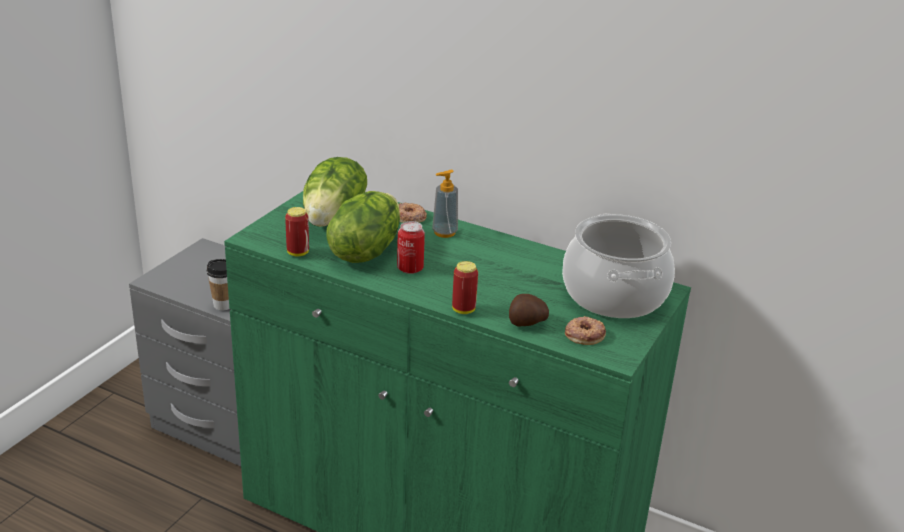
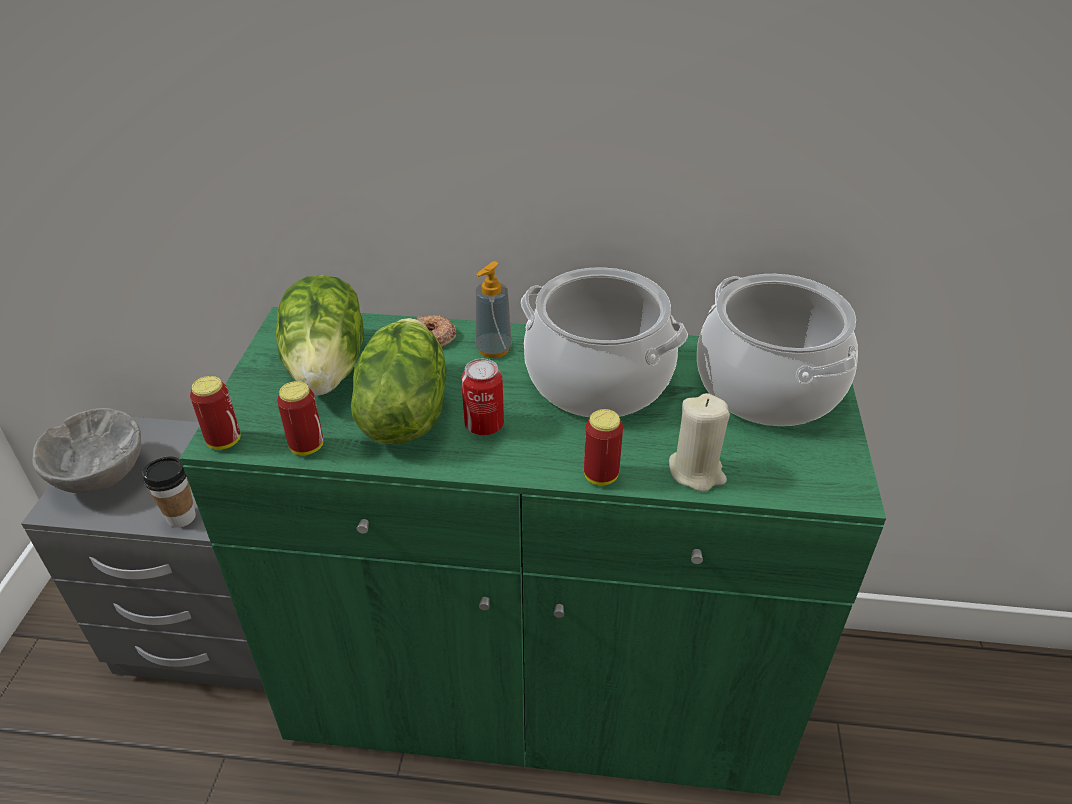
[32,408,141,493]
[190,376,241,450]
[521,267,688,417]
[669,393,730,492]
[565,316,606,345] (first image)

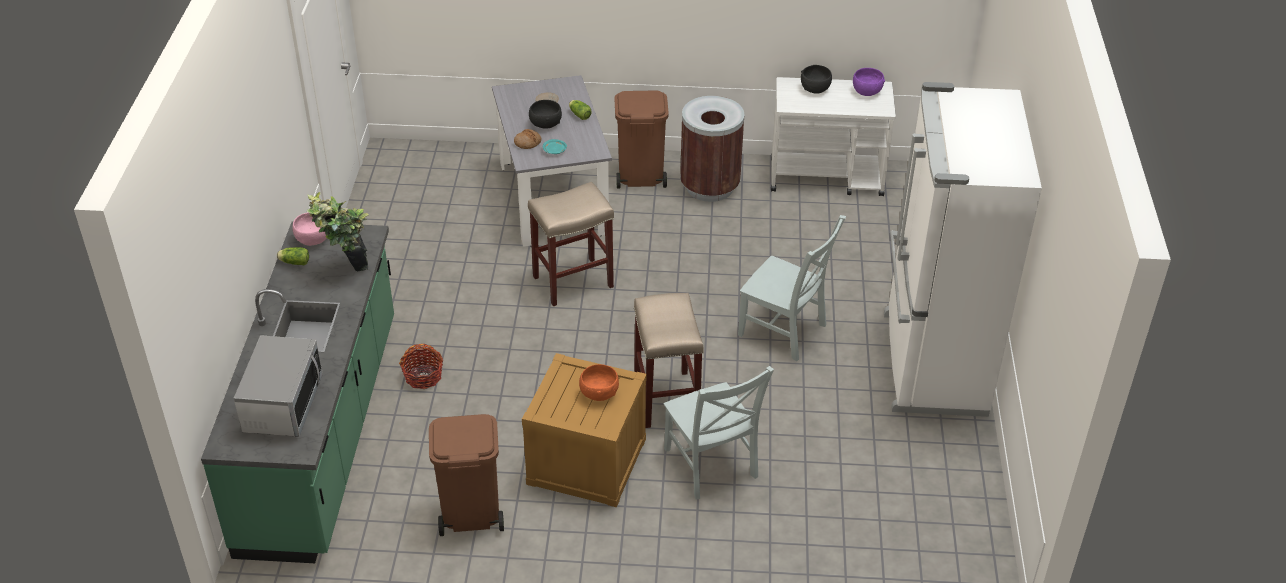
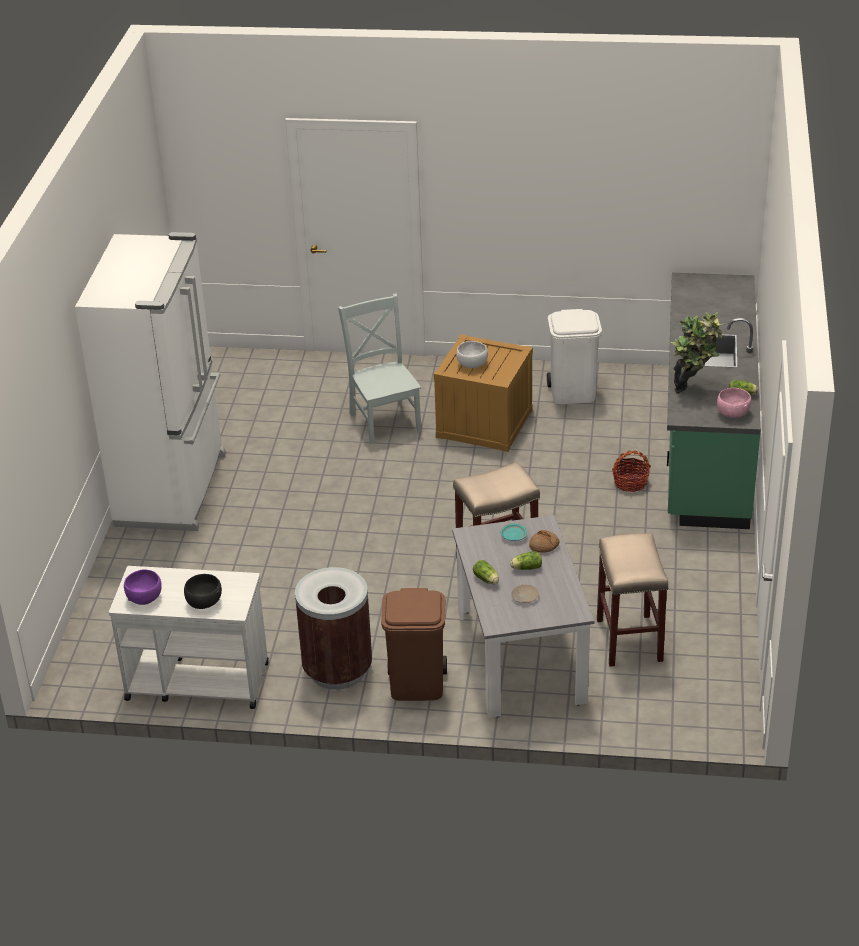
[456,341,488,368]
[510,551,542,570]
[547,309,602,404]
[597,533,668,667]
[233,335,323,437] (first image)
[738,215,846,361] (first image)

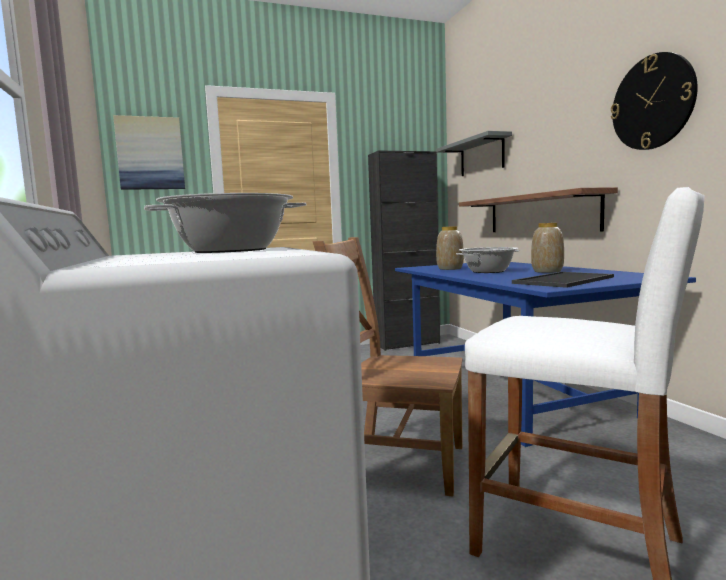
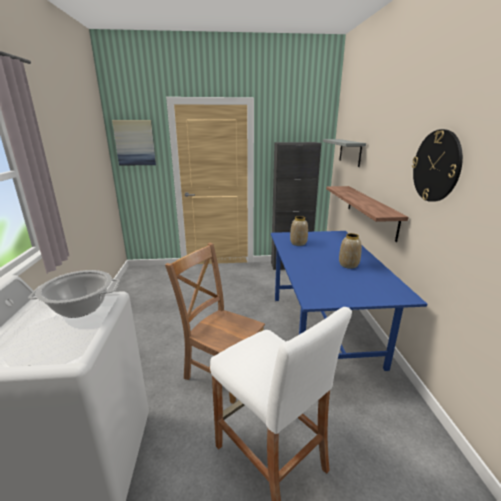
[456,247,520,273] (first image)
[512,272,614,288] (first image)

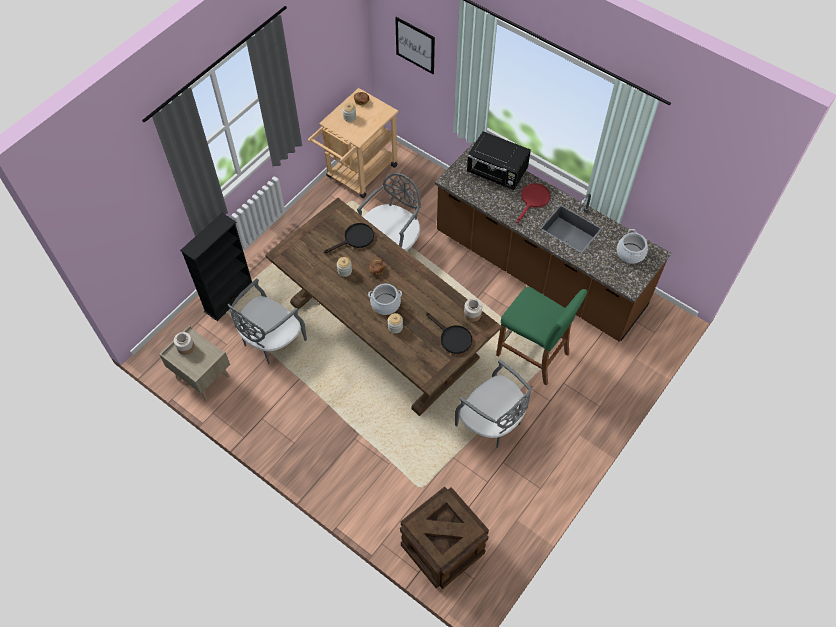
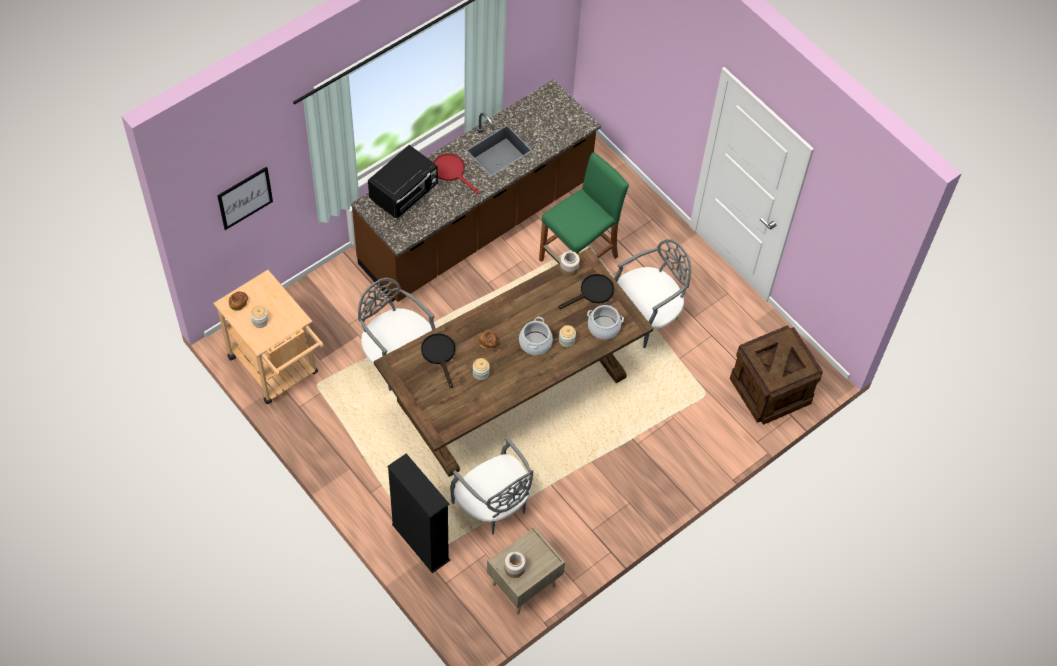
[587,305,624,340]

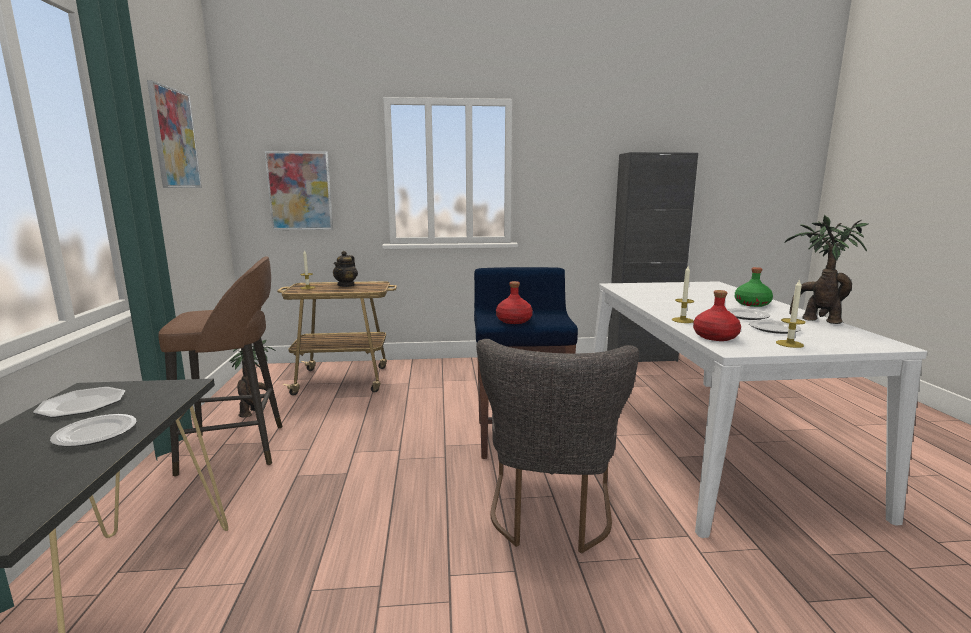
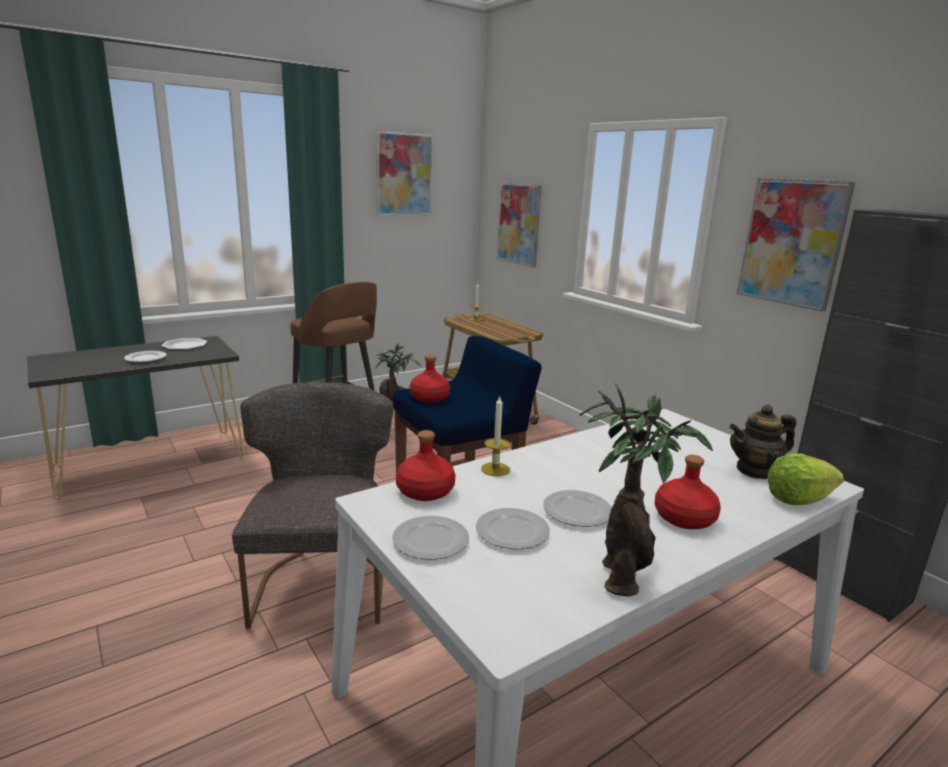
[232,382,394,628]
[392,516,469,560]
[655,455,721,529]
[729,404,796,479]
[737,178,855,312]
[768,454,844,505]

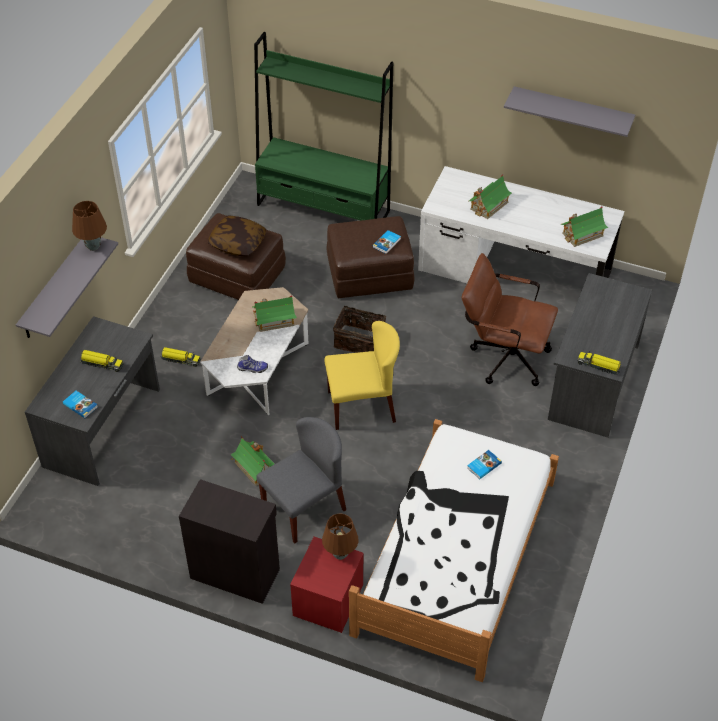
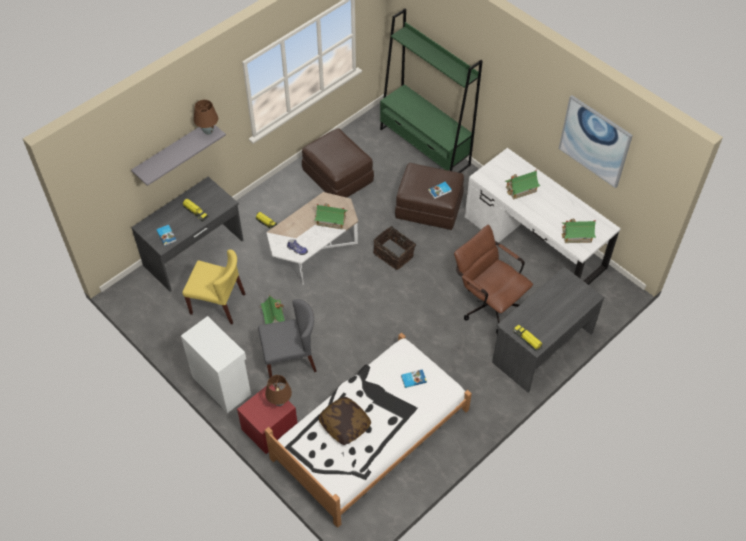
[181,316,251,413]
[182,249,245,325]
[318,397,371,445]
[559,95,633,188]

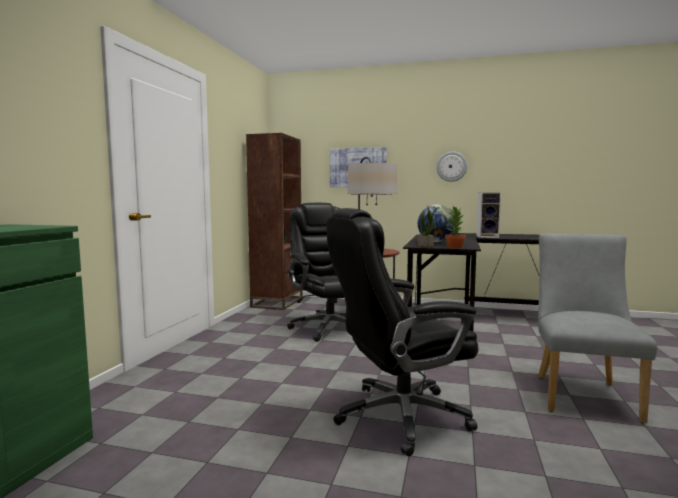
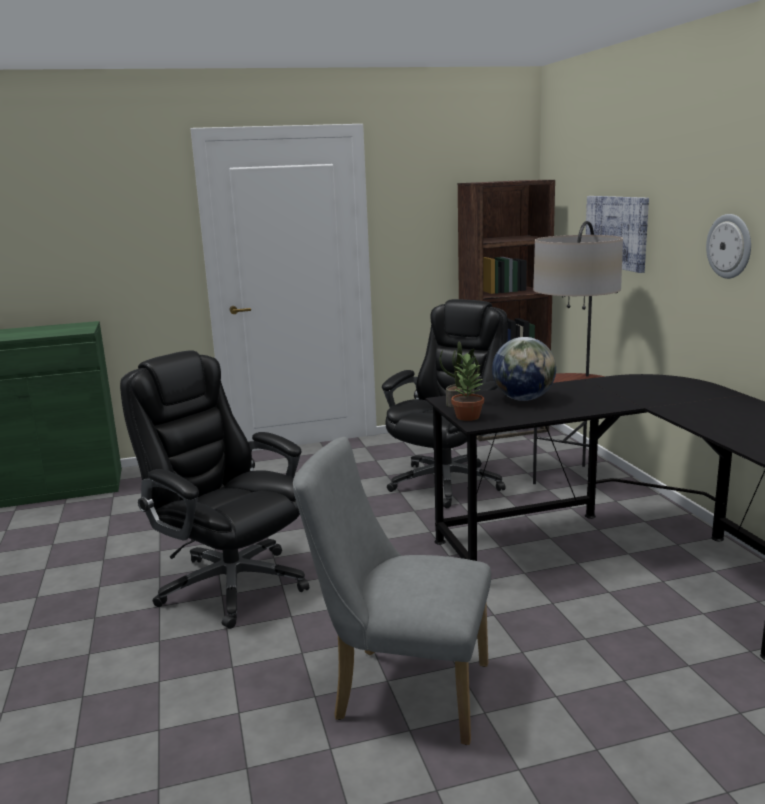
[293,437,491,745]
[476,192,501,238] (first image)

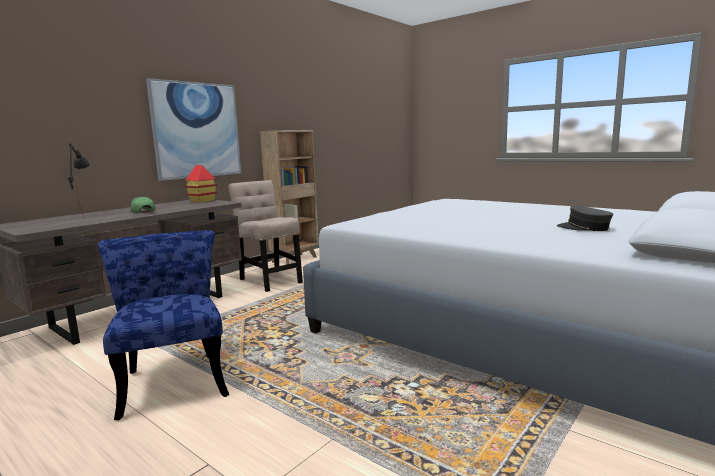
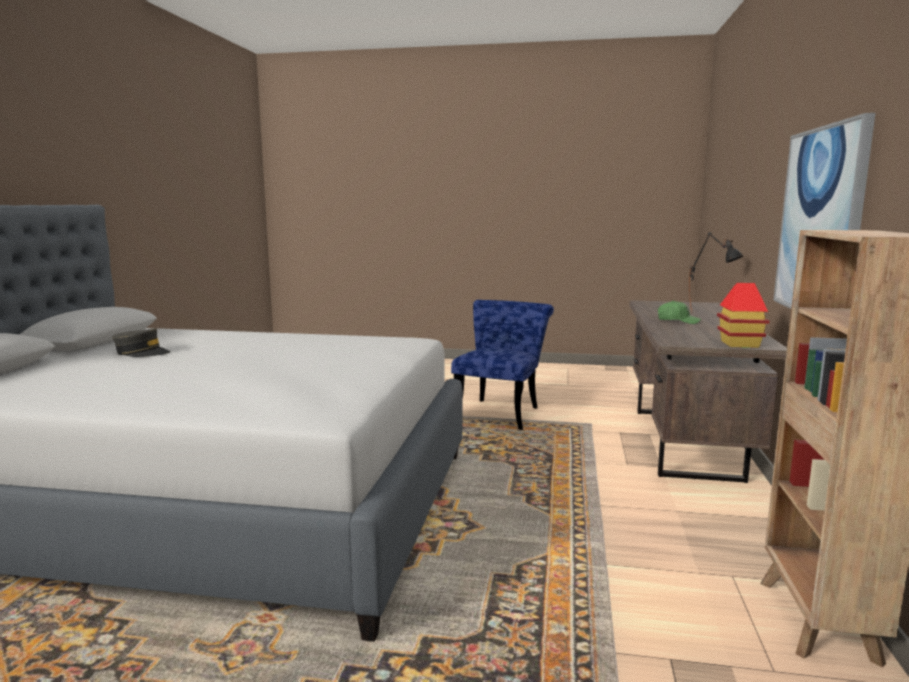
[451,300,554,430]
[229,180,303,292] (first image)

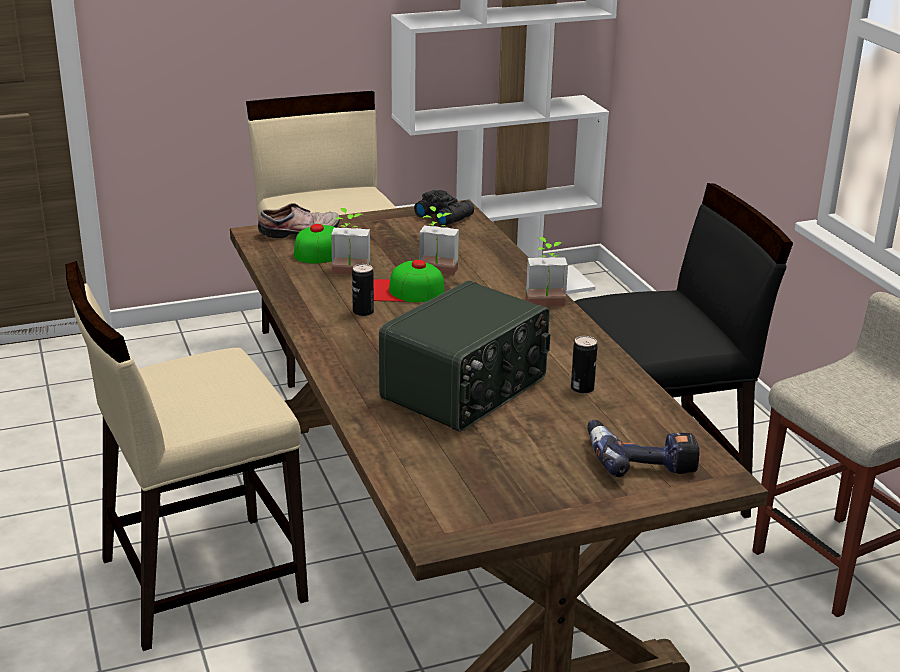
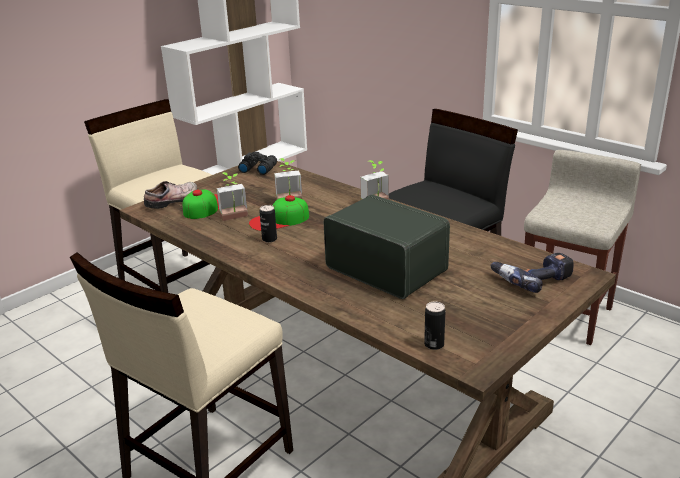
[324,195,450,299]
[424,302,446,350]

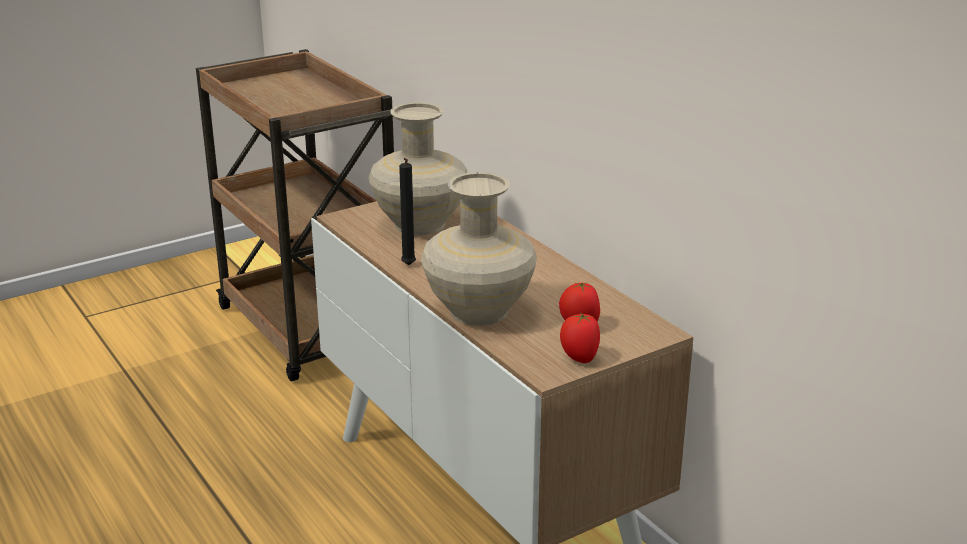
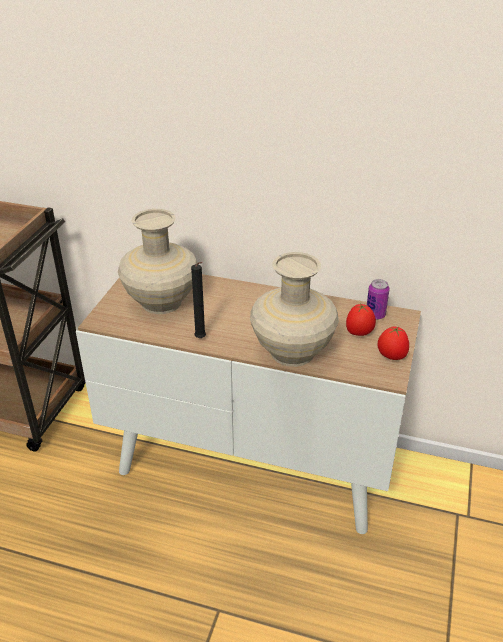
[367,279,390,320]

